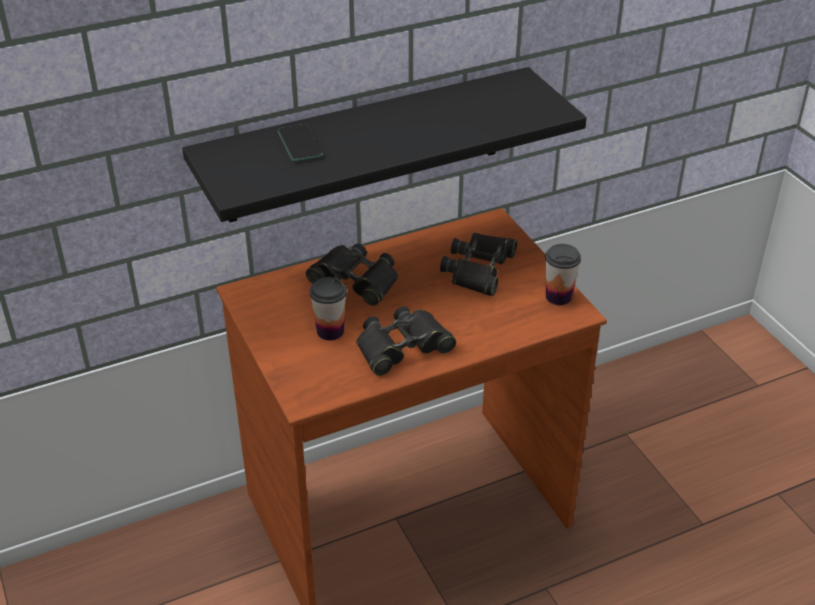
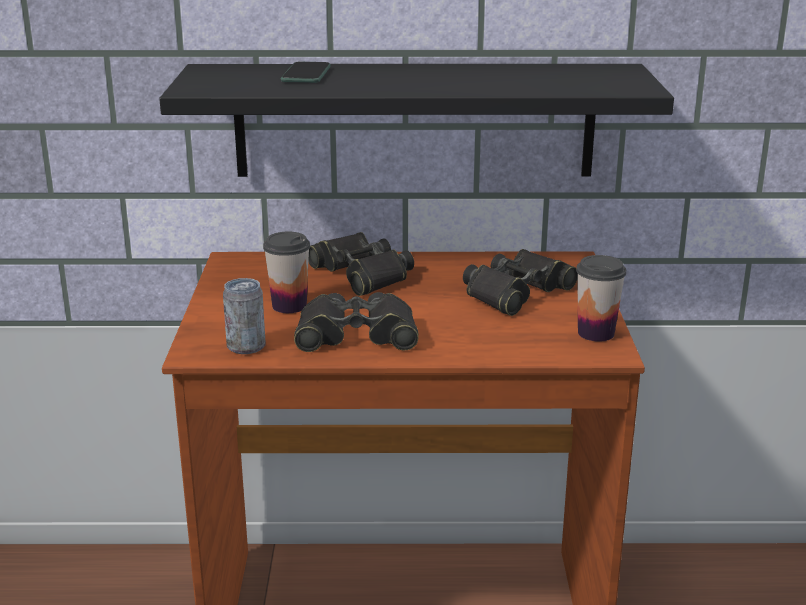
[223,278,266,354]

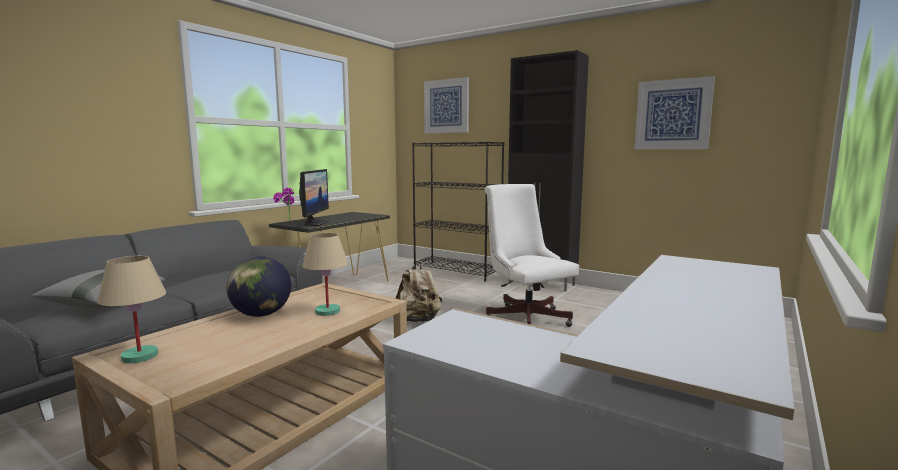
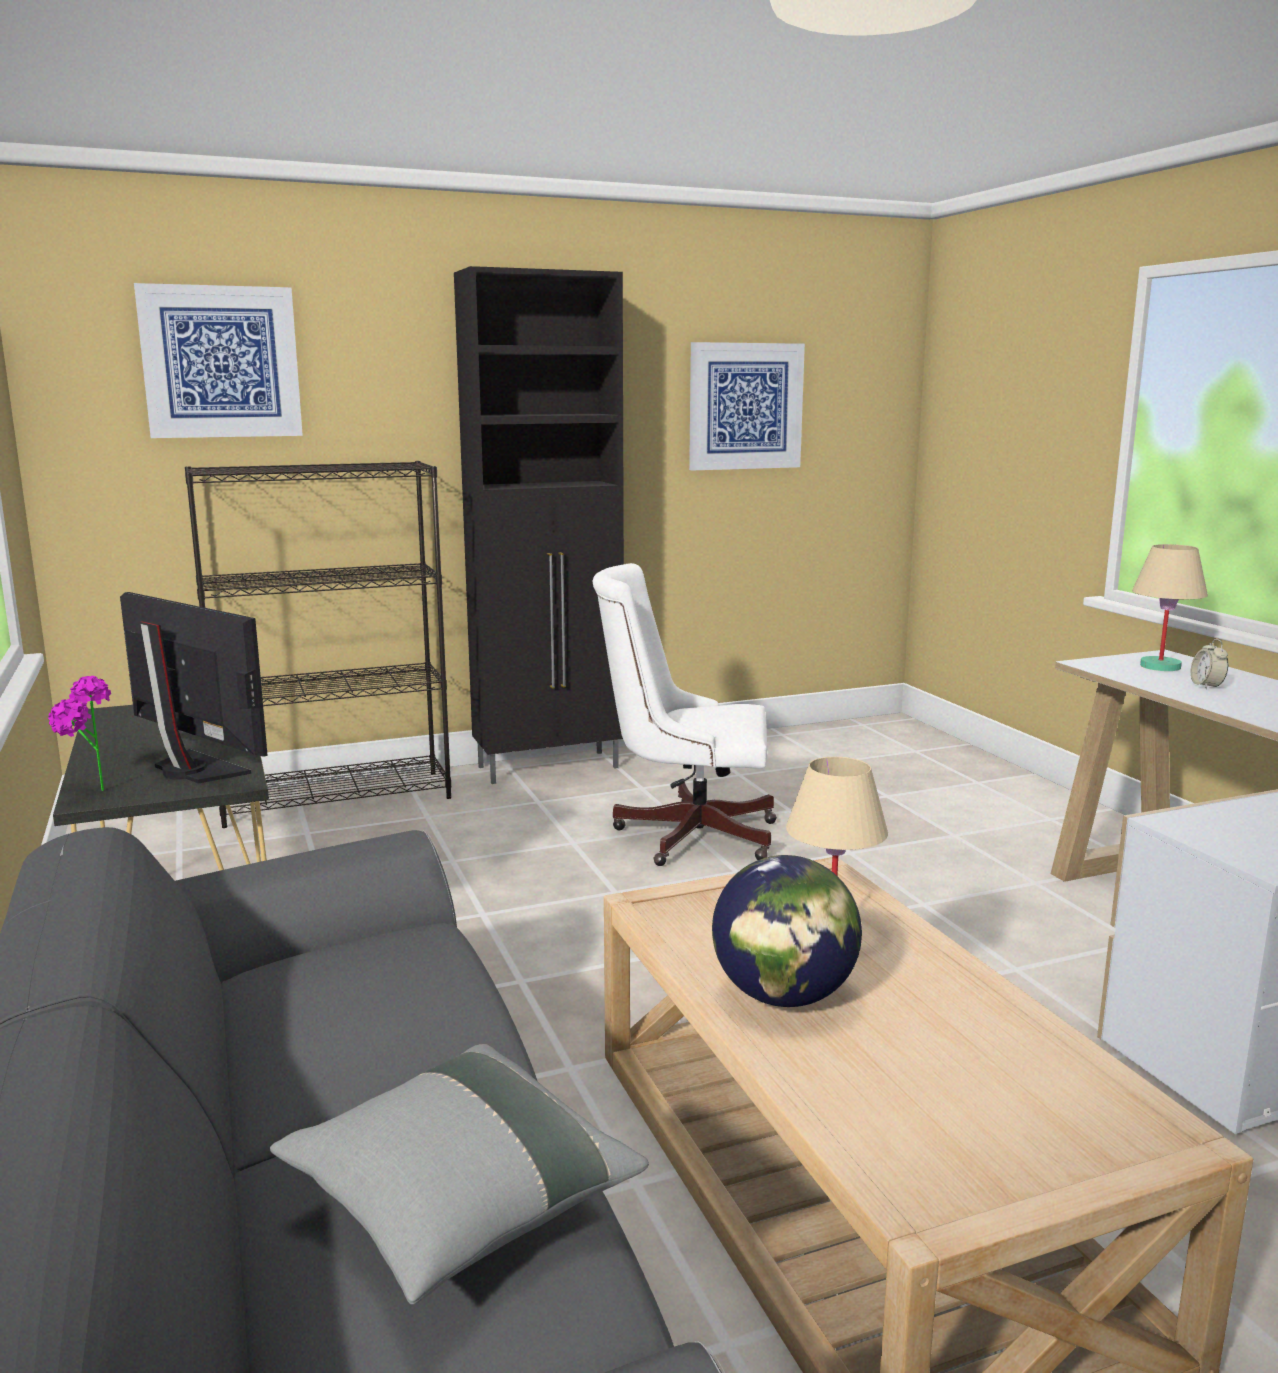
[1132,544,1208,671]
[1191,639,1228,689]
[396,262,442,322] (first image)

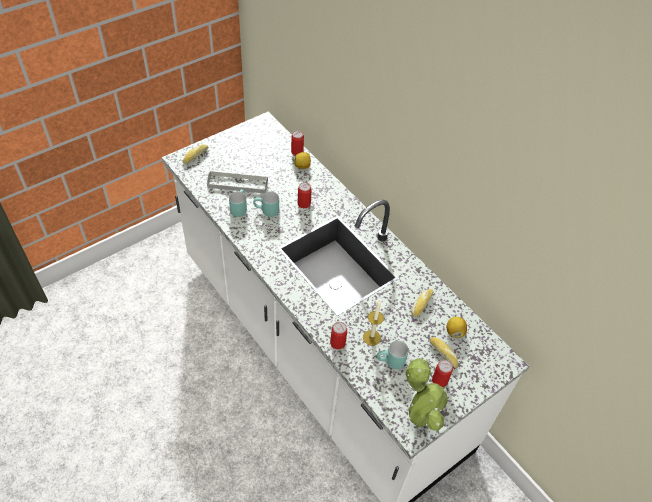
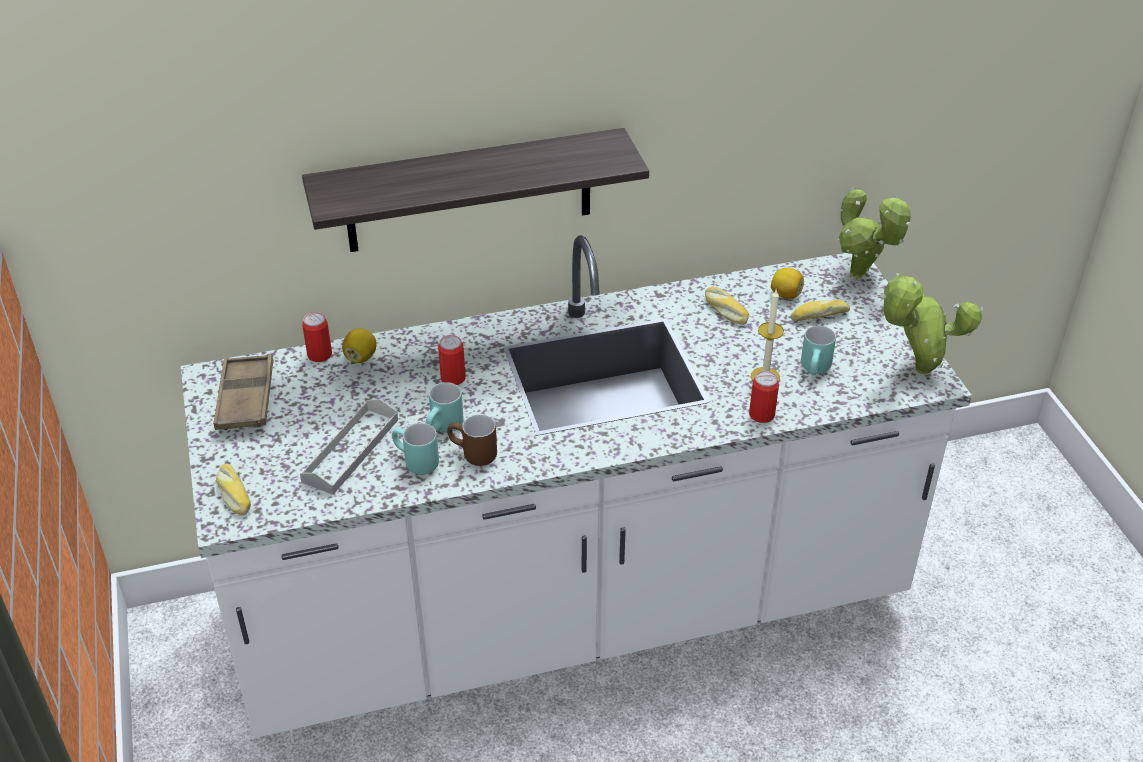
[213,354,274,430]
[302,128,649,252]
[447,414,497,466]
[837,187,911,279]
[432,360,453,387] (first image)

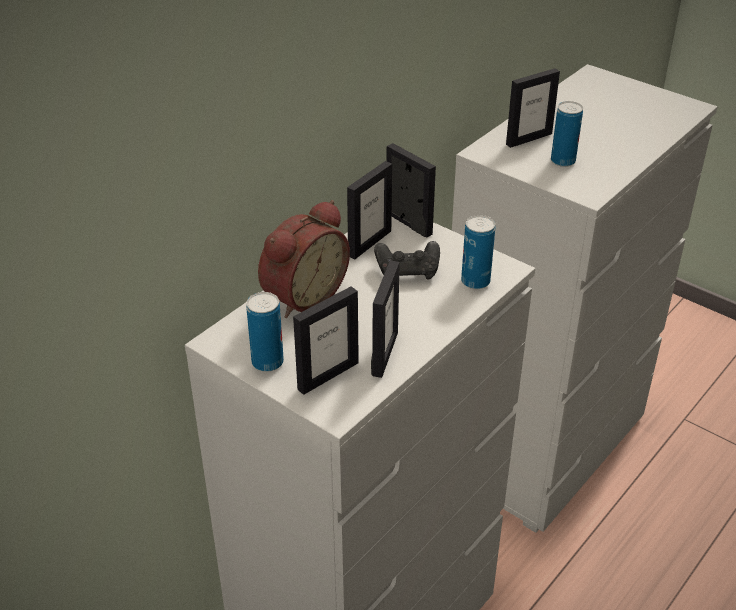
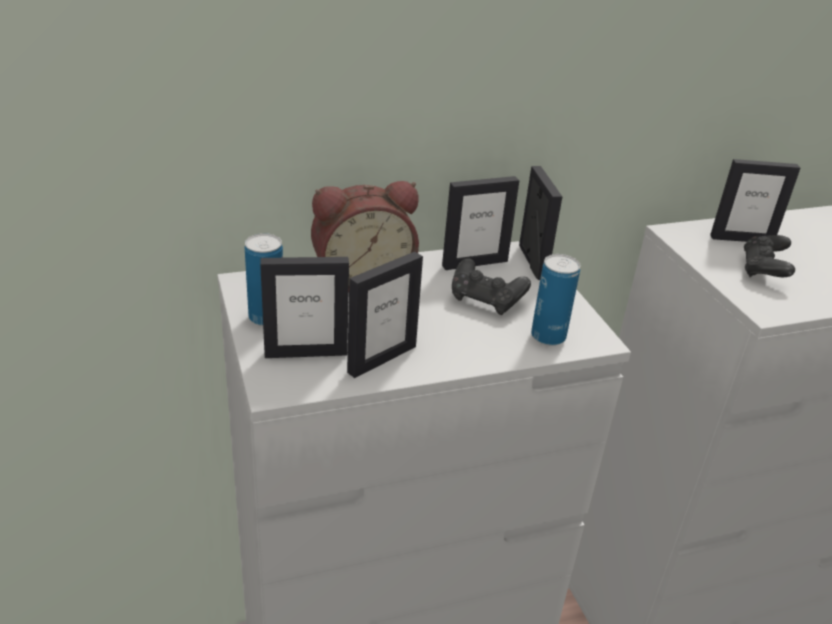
[744,235,795,278]

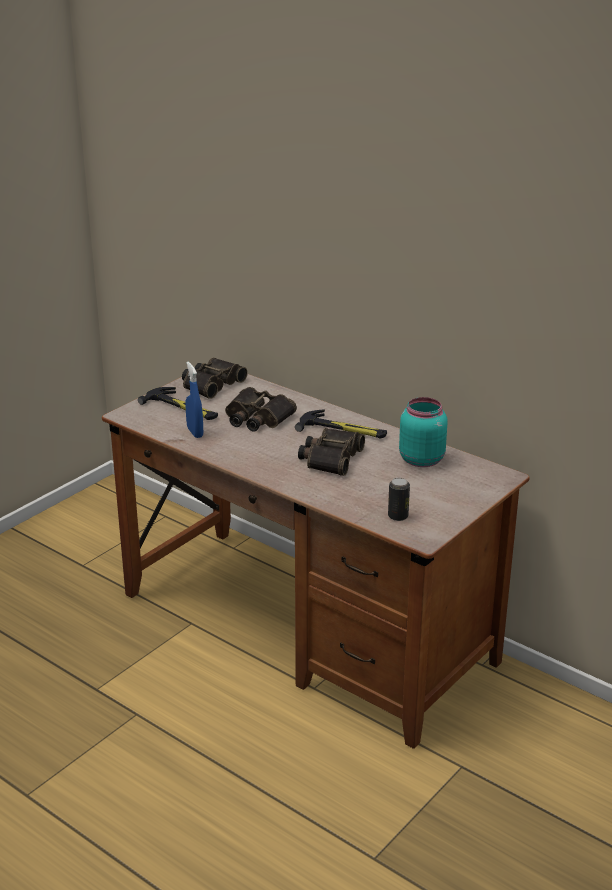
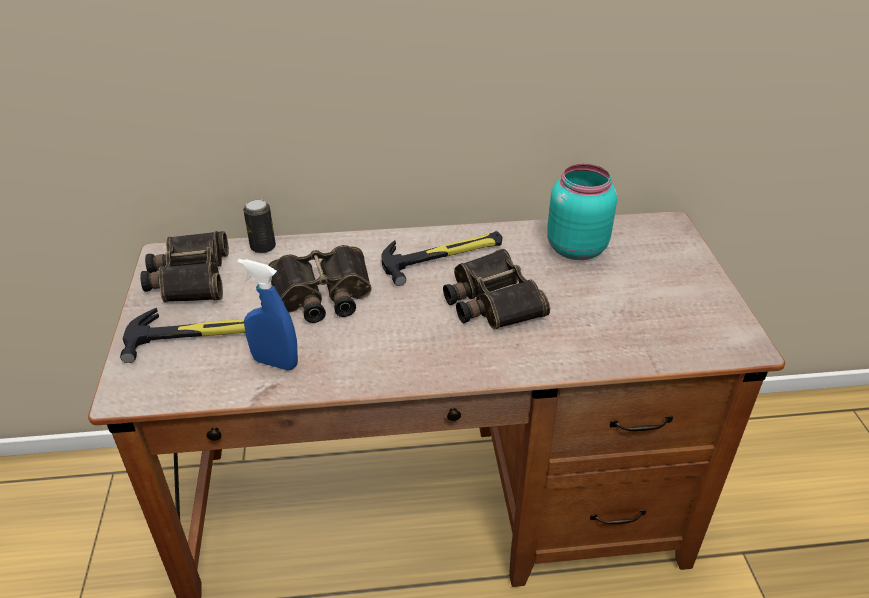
[243,199,276,253]

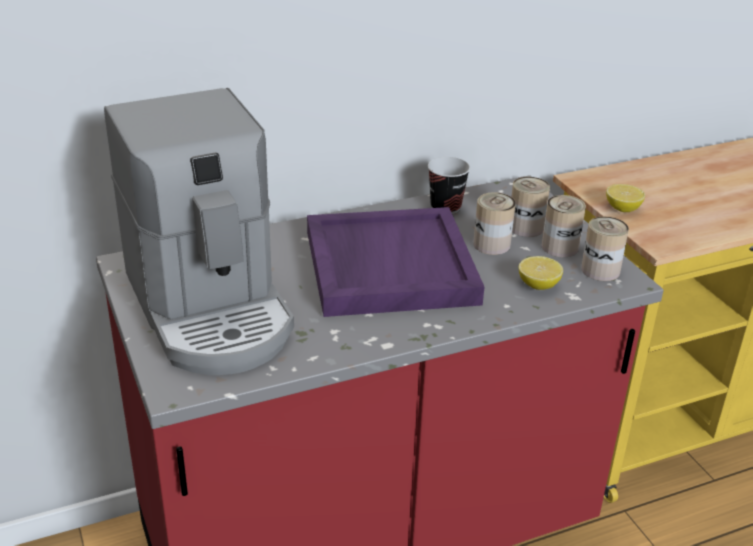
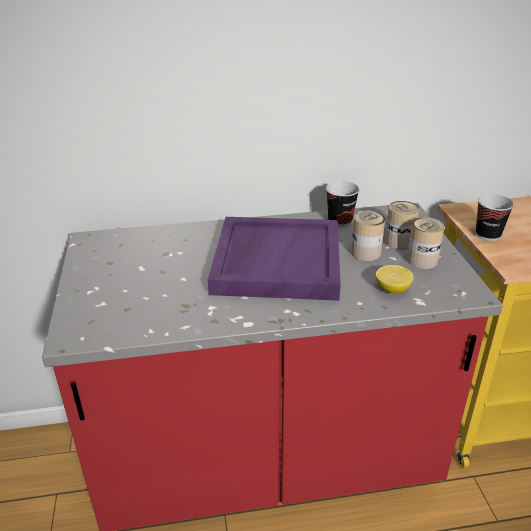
[476,194,514,241]
[104,88,294,375] (first image)
[581,216,629,281] (first image)

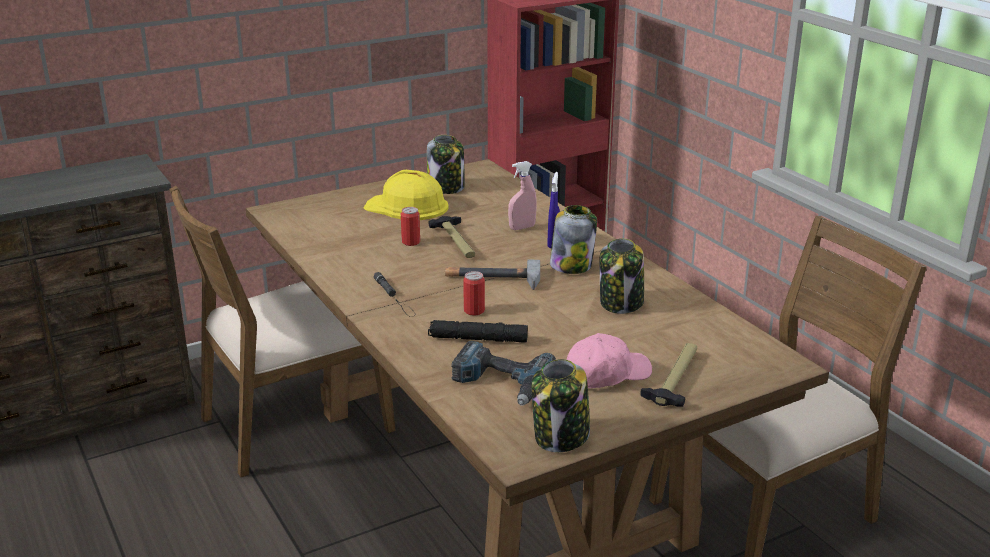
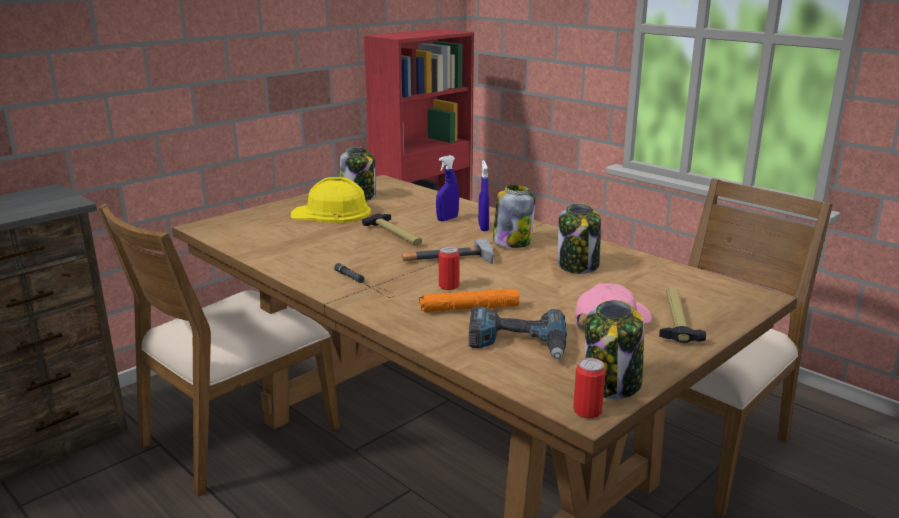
[419,289,519,312]
[436,155,459,221]
[573,358,605,418]

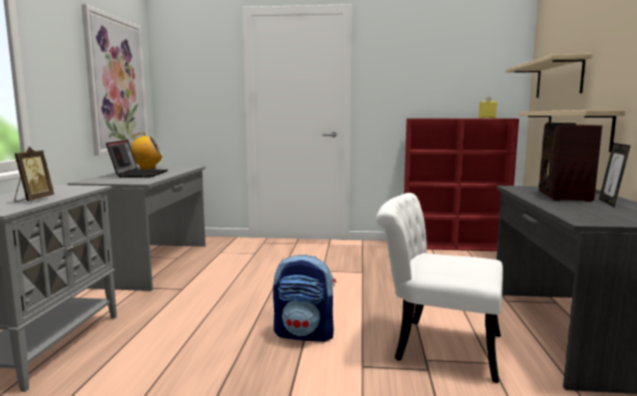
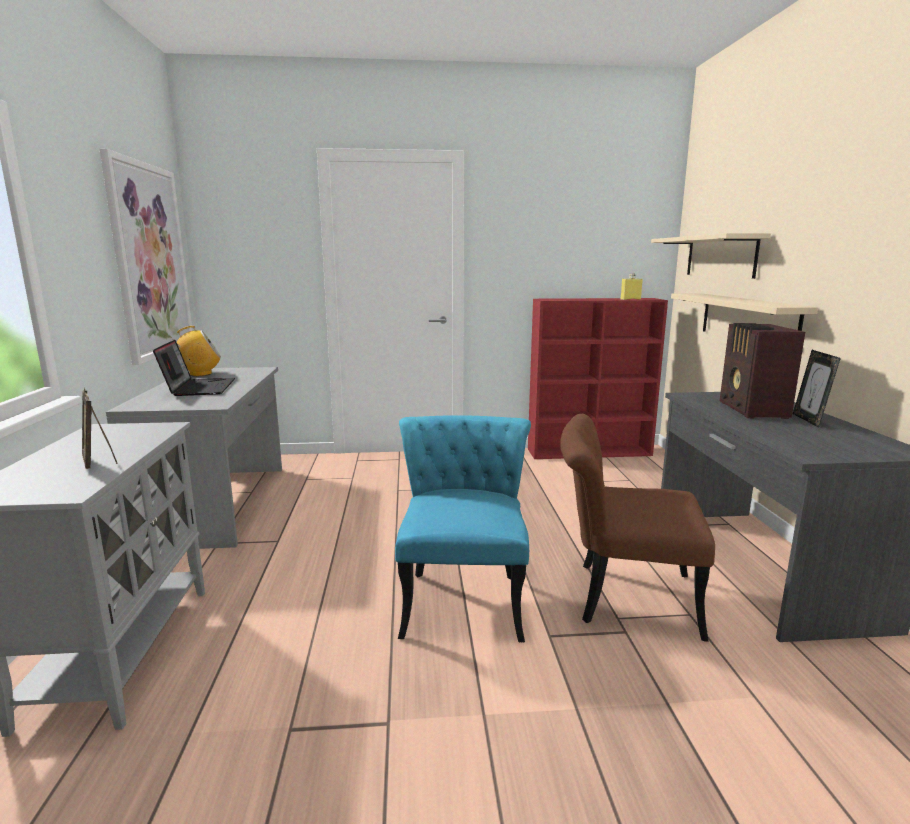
[82,388,117,469]
[395,415,531,642]
[560,414,715,642]

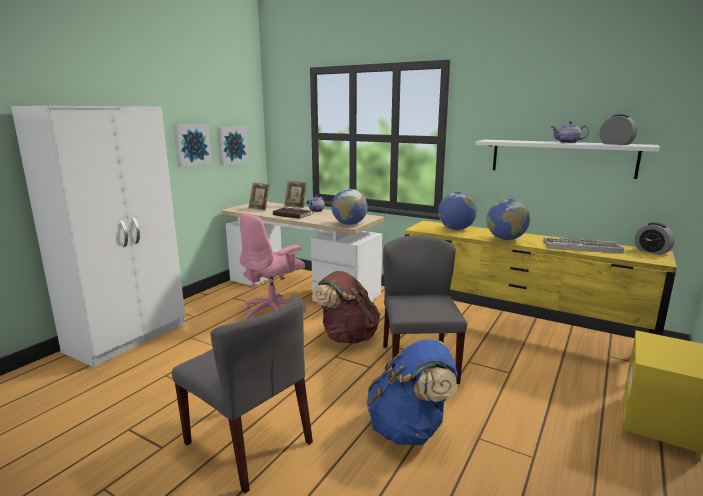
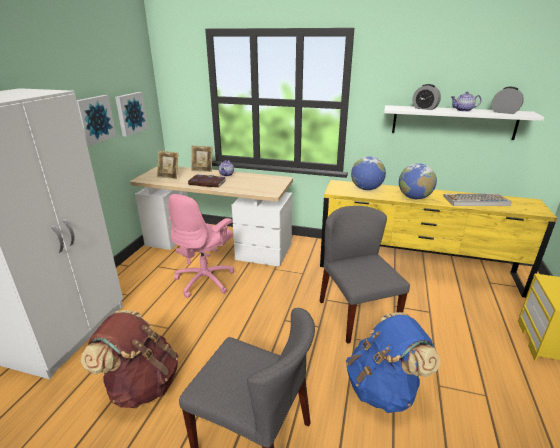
[81,310,179,408]
[412,84,441,110]
[331,189,368,225] (first image)

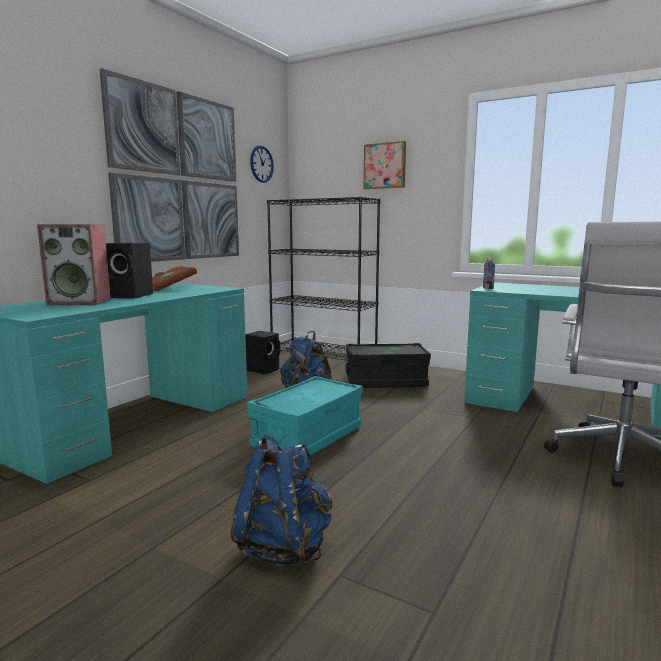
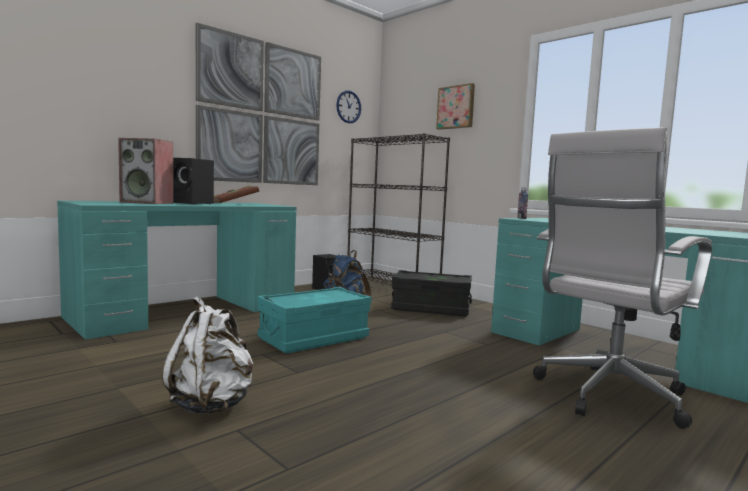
[162,297,254,414]

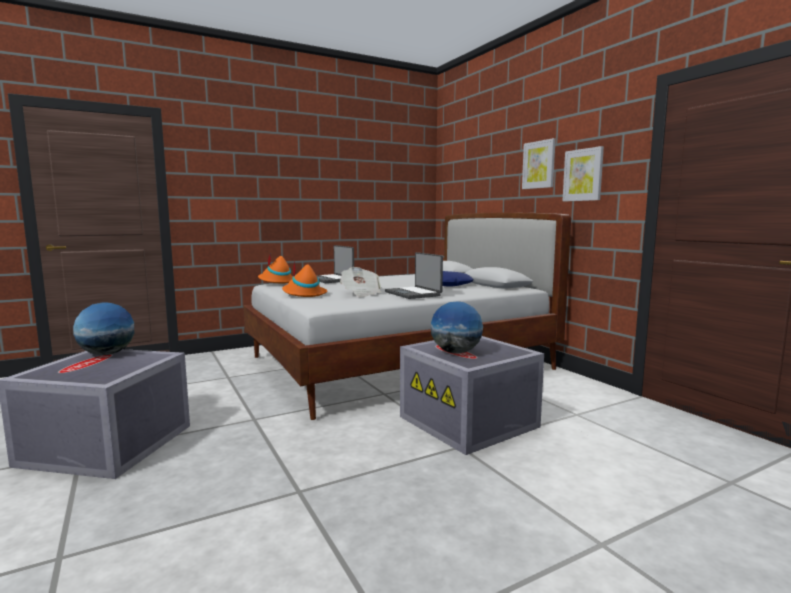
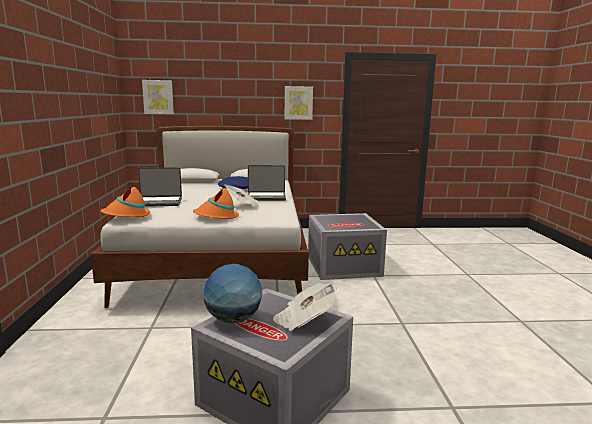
[142,80,174,114]
[273,283,337,331]
[431,301,483,354] (first image)

